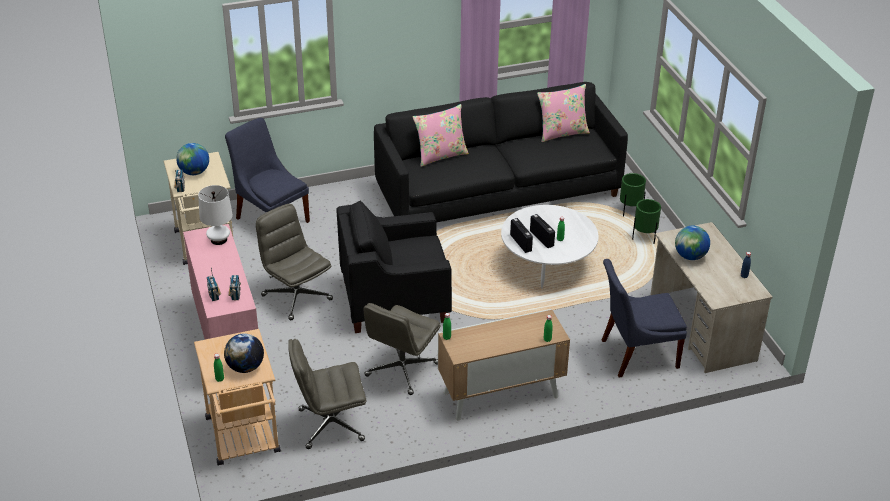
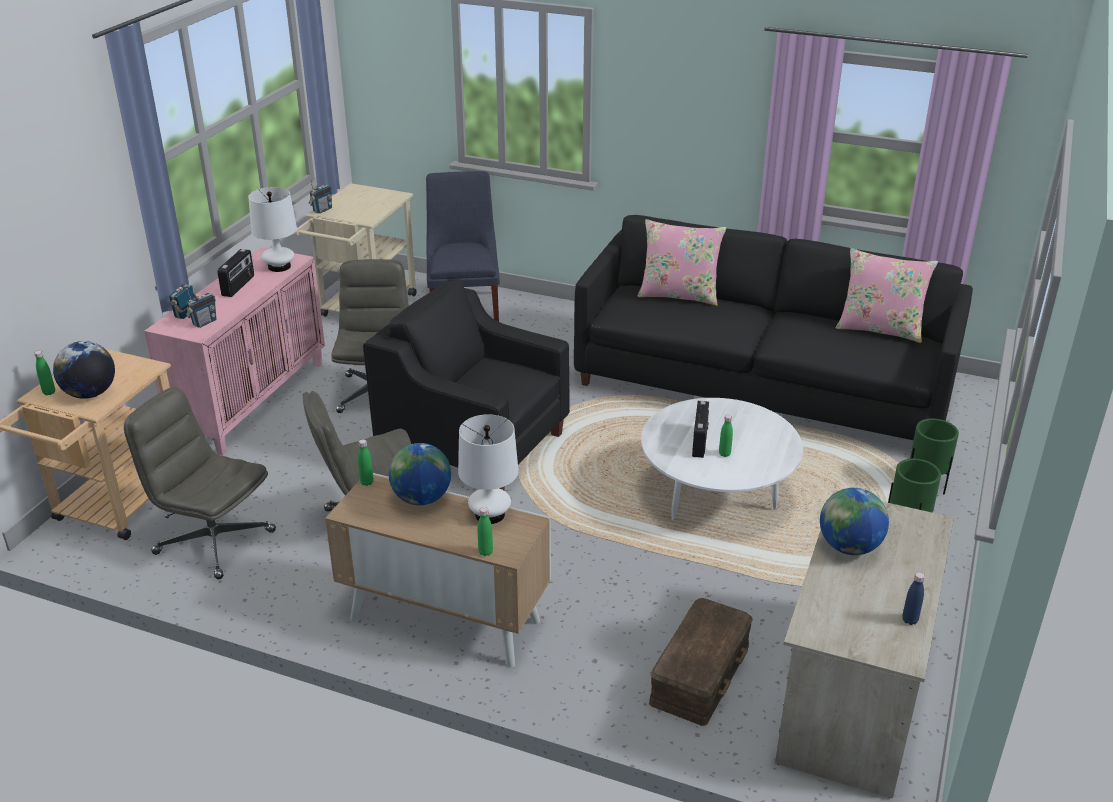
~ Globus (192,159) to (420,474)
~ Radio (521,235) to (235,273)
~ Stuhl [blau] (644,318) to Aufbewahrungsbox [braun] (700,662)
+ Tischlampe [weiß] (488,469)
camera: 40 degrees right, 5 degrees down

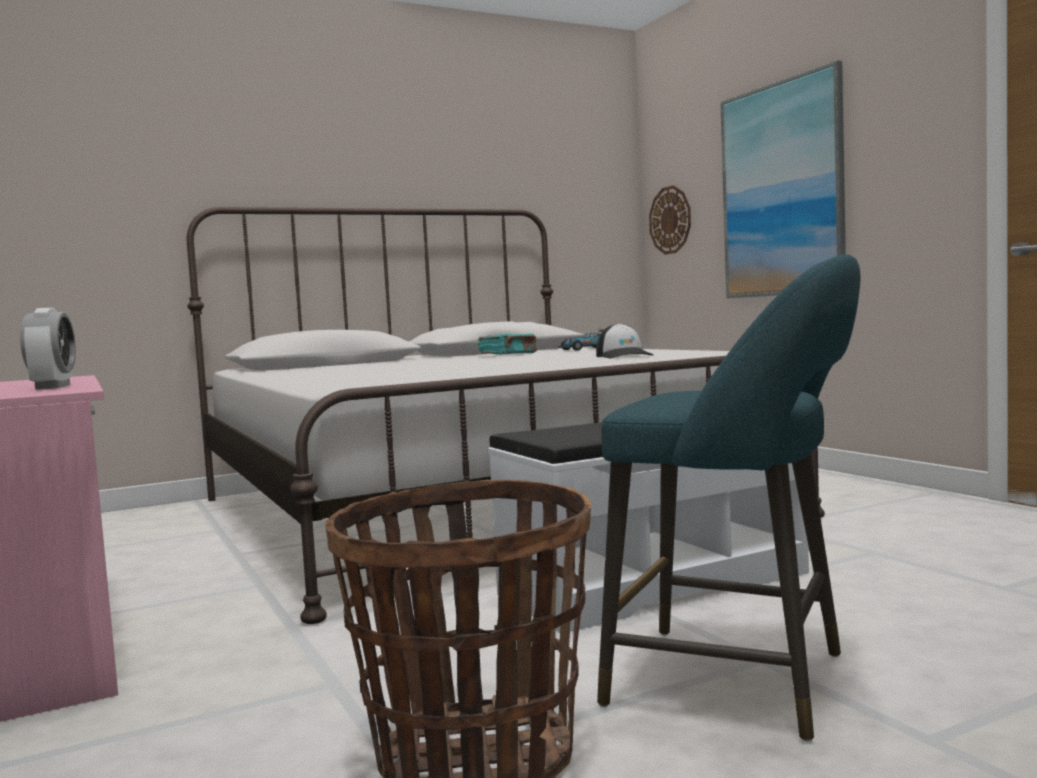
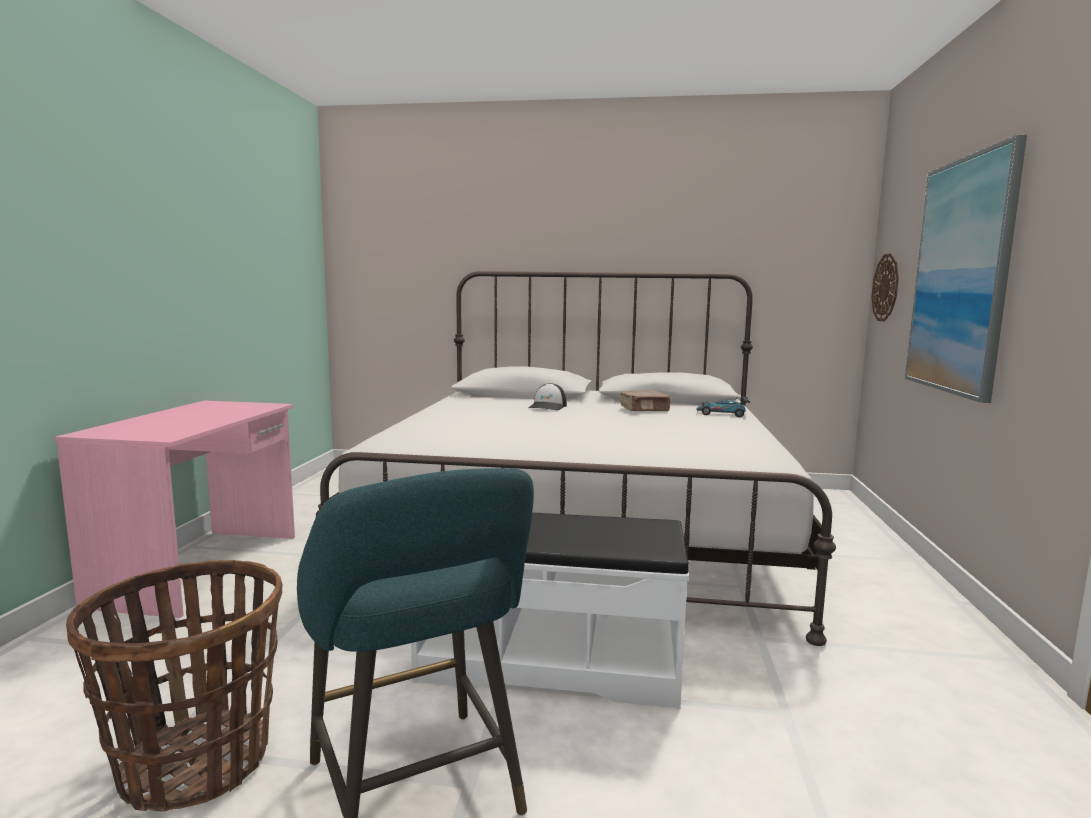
- Wecker (48,348)
~ Buch [türkis] (507,343) to Buch [braun] (645,400)
~ Kappe (624,340) to (547,397)
camera: 35 degrees right, 5 degrees up

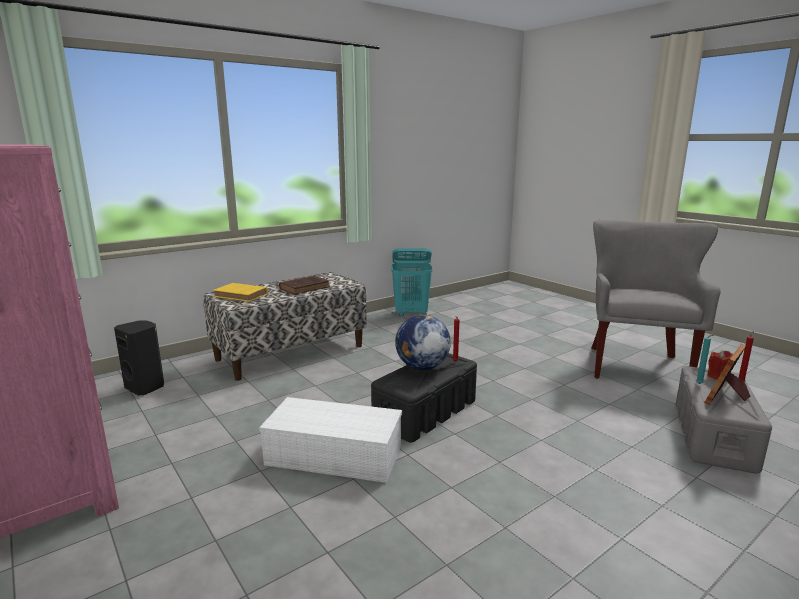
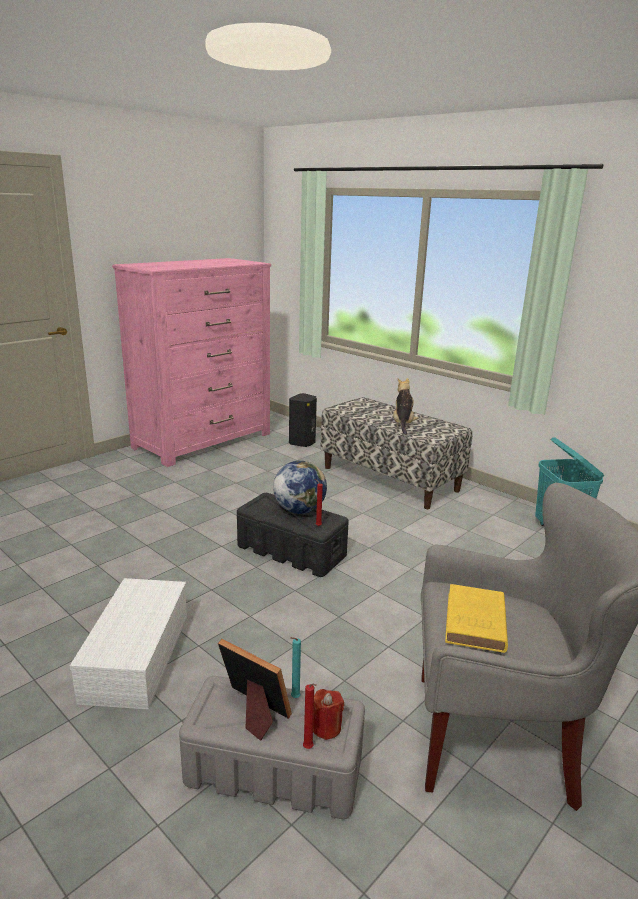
~ Buch [gelb] (240,292) to (476,618)
~ Aufbewahrungsbox [weiß] (330,440) to (128,644)
~ Buch [braun] (304,285) to Plüschtier (405,406)
camera: 80 degrees right, 5 degrees up

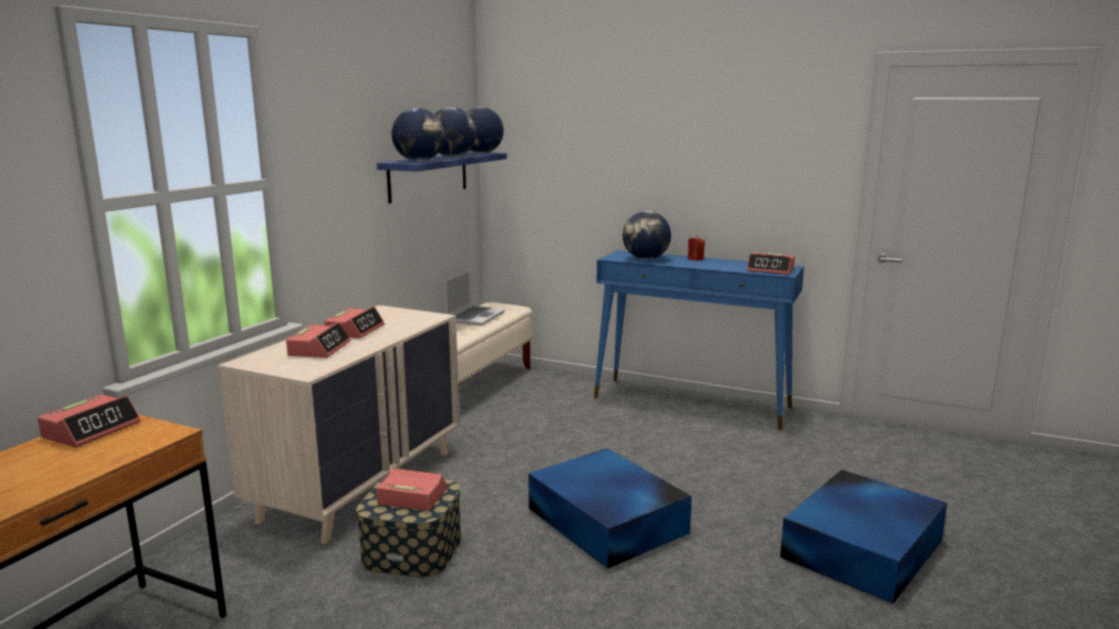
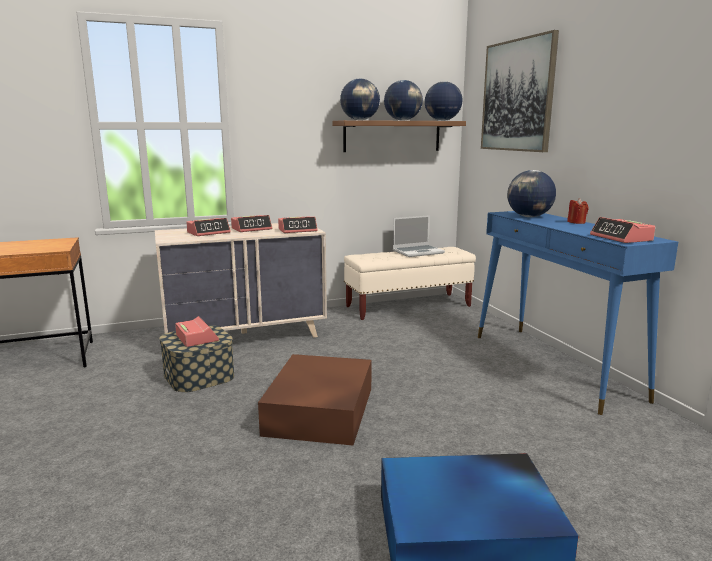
~ Wecker (89,420) to (298,224)
~ Wandregal [blau] (442,177) to Wandregal [braun] (399,136)
~ Aufbewahrungsbox [blau] (610,508) to Aufbewahrungsbox [braun] (315,399)
+ Bild (520,91)
camera: 45 degrees right, 0 degrees up

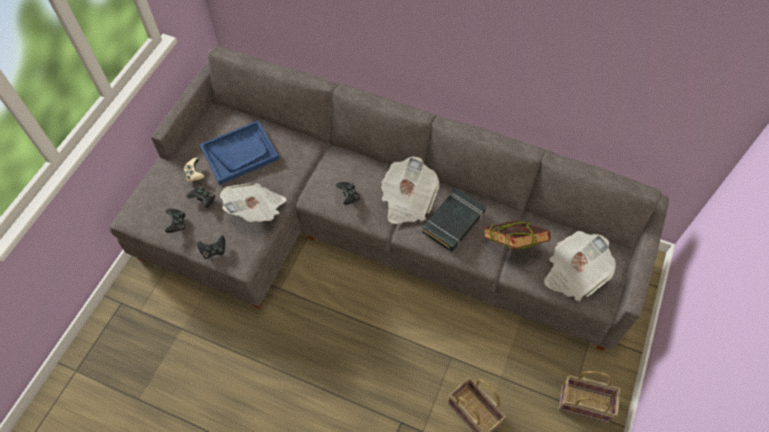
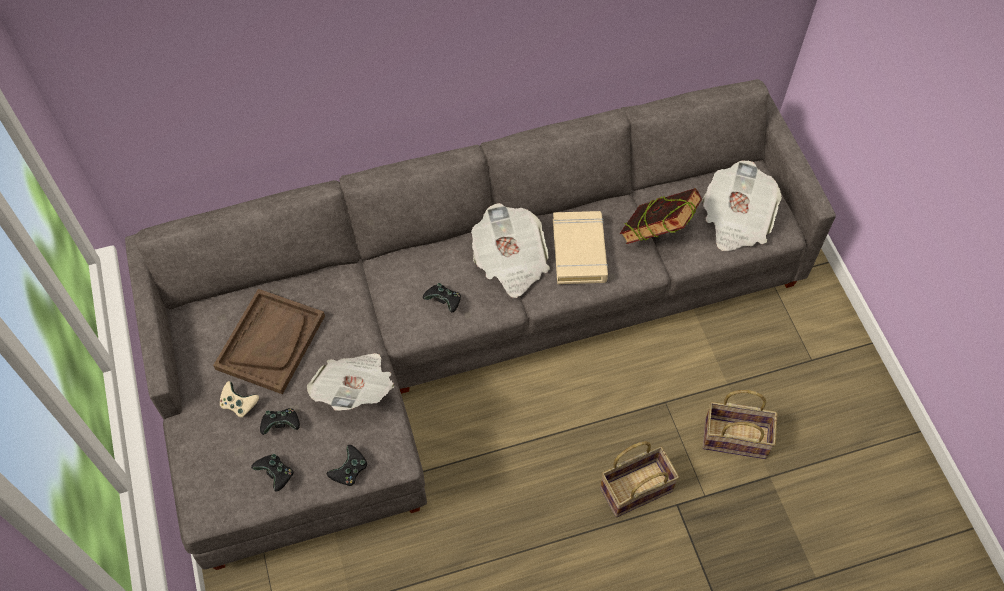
~ Tablett [blau] (239,152) to Tablett [braun] (269,341)
~ Buch [schwarz] (454,220) to Buch [beige] (580,247)
~ Korb (590,397) to (639,479)
camera: 40 degrees left, 0 degrees up

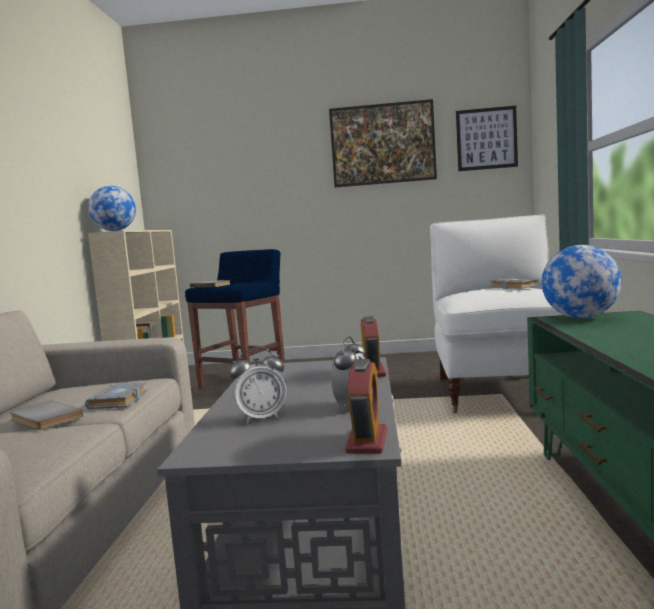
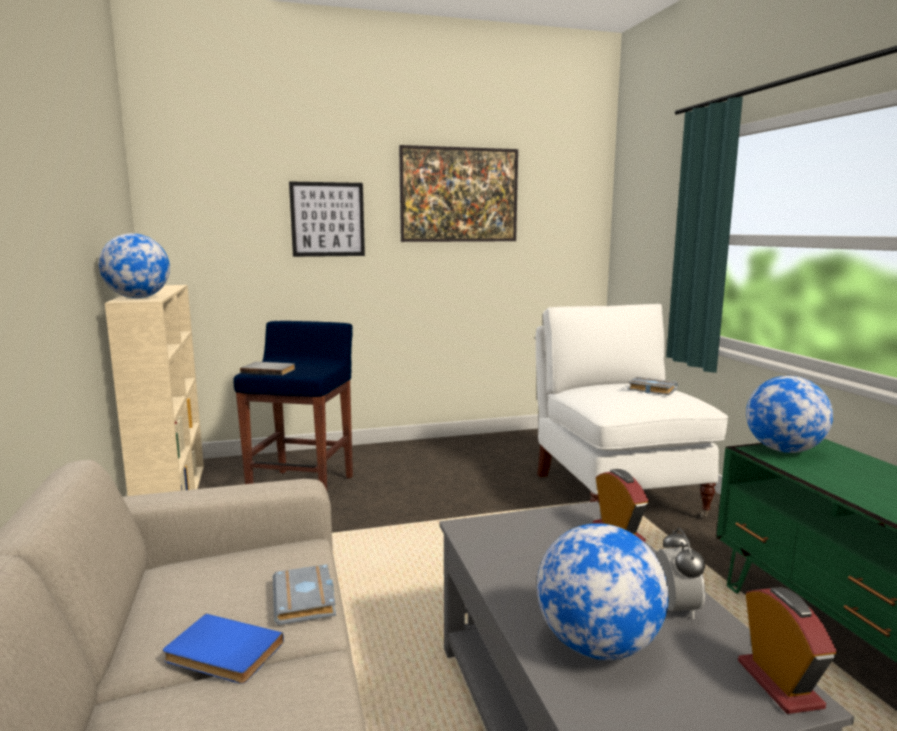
~ Buch [grau] (46,415) to Buch [blau] (223,649)
~ Wecker (258,385) to Globus (603,591)
~ Bild (487,138) to (327,219)
camera: 20 degrees left, 5 degrees up

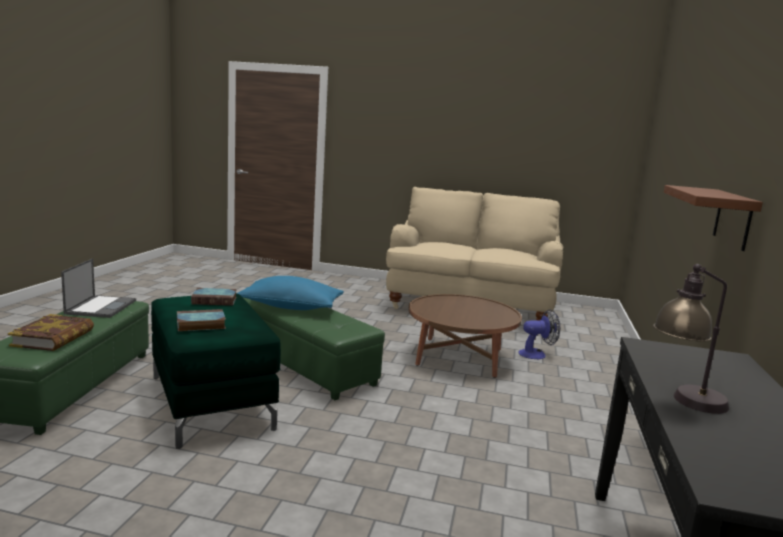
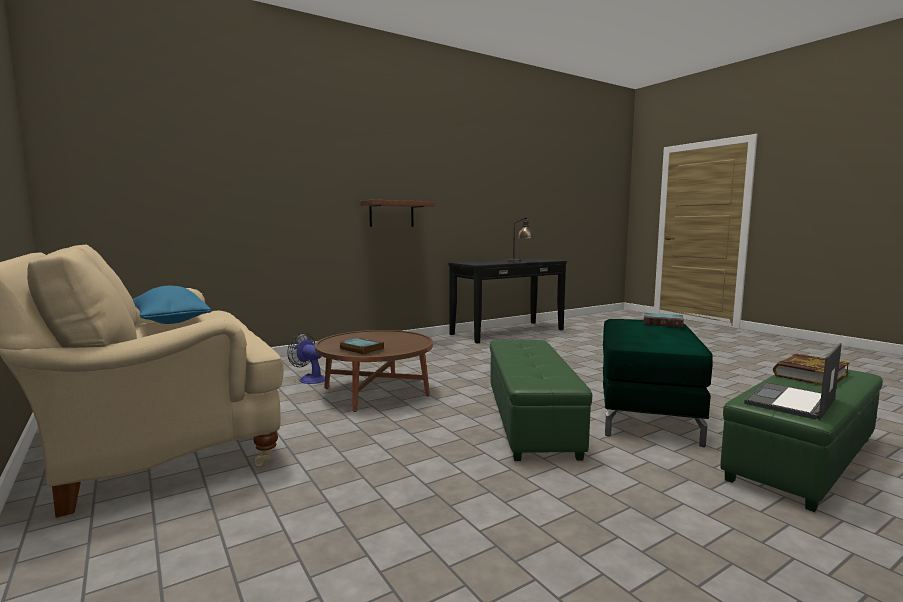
~ Buch (214,297) to (362,346)
~ Kissen [blau] (290,293) to (172,305)
camera: 135 degrees left, 5 degrees down

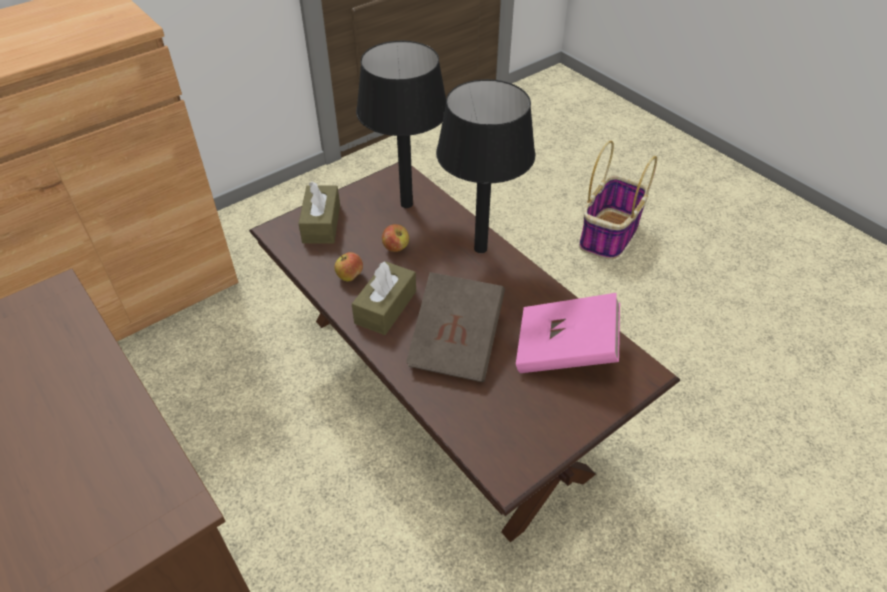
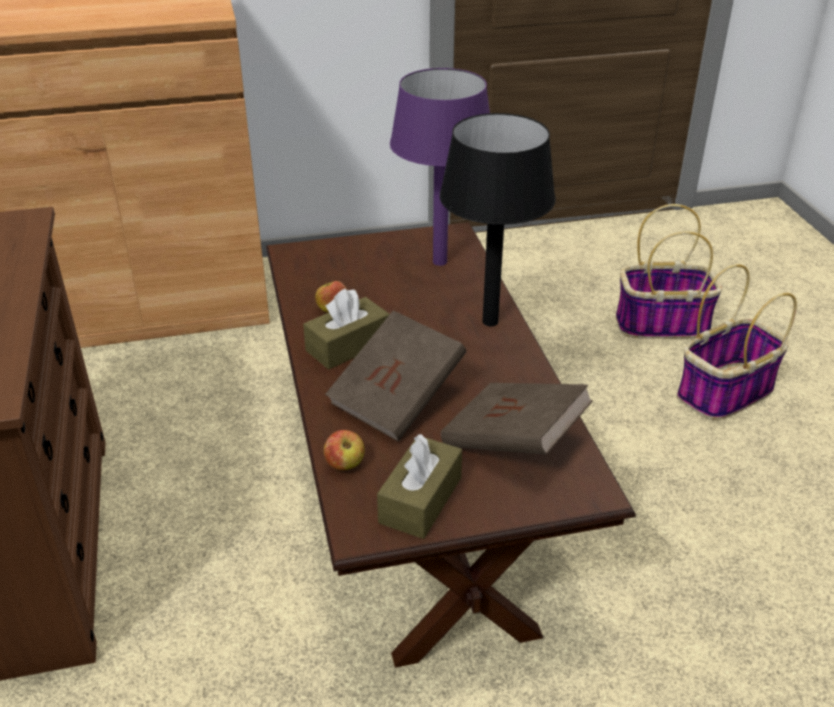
~ Taschentuchbox [braun] (319,212) to (419,486)
~ Tischlampe [schwarz] (401,124) to Tischlampe [lila] (440,167)
~ Apfel (395,238) to (344,450)
~ Buch [rosa] (568,333) to Buch [braun] (517,419)
+ Korb (669,271)
camera: 25 degrees right, 10 degrees down

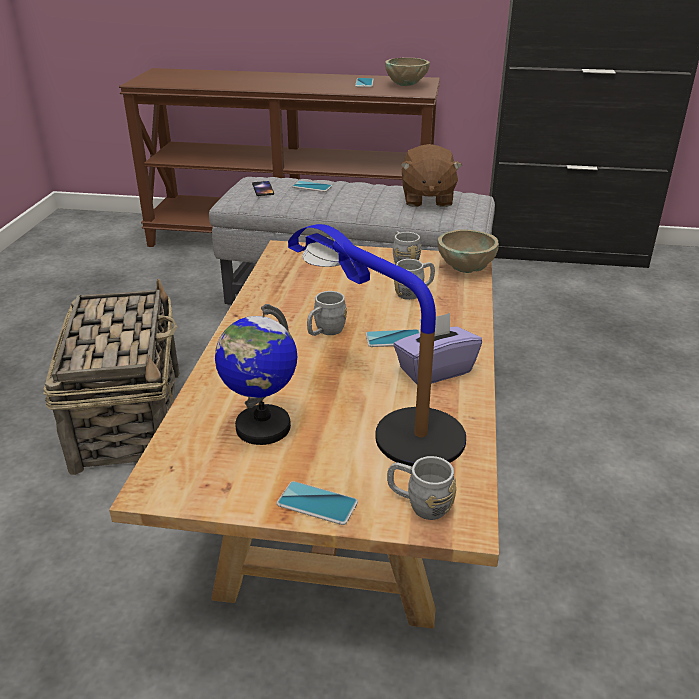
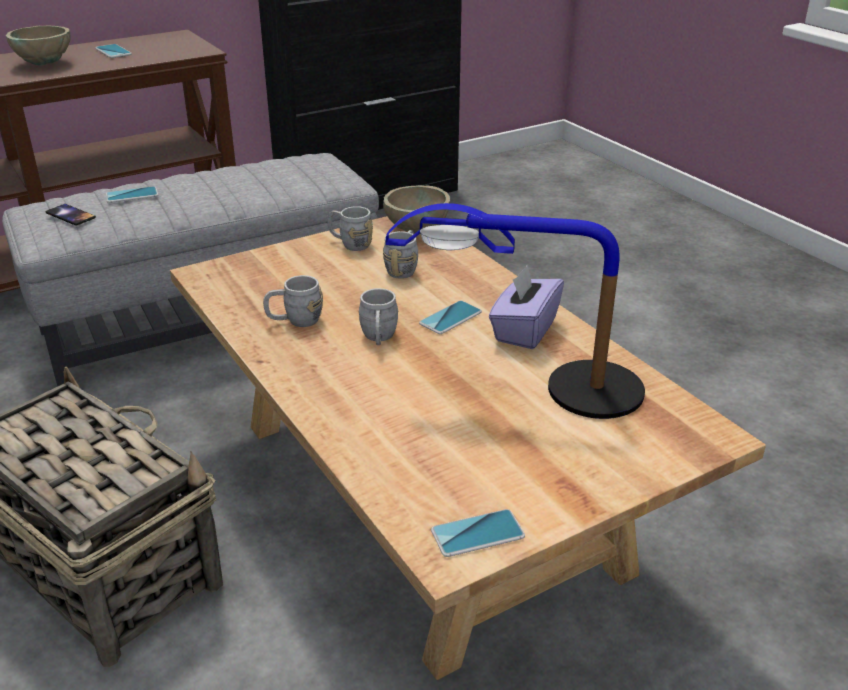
- Globus (256,374)
~ Handy (317,503) to (478,533)
~ Schüssel [beige] (407,72) to (38,45)
~ Henkelbecher [grau] (421,488) to (293,301)
- Plüschtier [braun] (432,175)
camera: 40 degrees left, 0 degrees up

